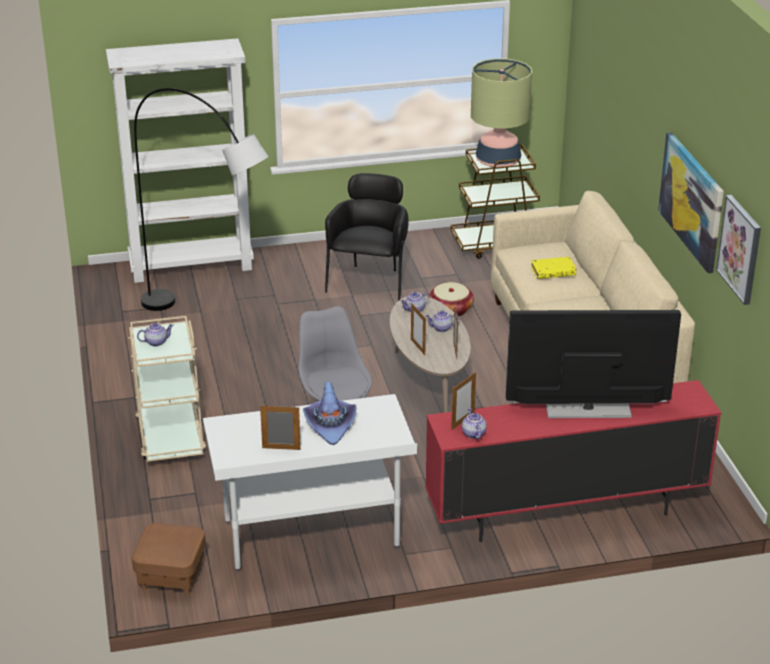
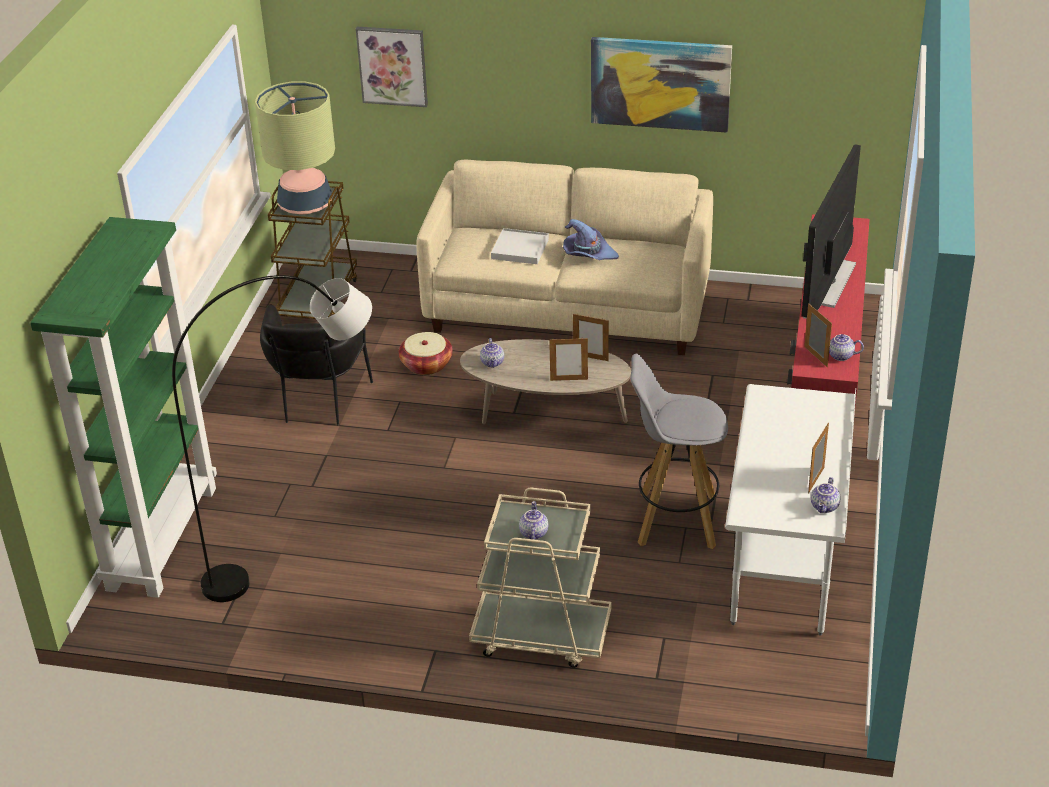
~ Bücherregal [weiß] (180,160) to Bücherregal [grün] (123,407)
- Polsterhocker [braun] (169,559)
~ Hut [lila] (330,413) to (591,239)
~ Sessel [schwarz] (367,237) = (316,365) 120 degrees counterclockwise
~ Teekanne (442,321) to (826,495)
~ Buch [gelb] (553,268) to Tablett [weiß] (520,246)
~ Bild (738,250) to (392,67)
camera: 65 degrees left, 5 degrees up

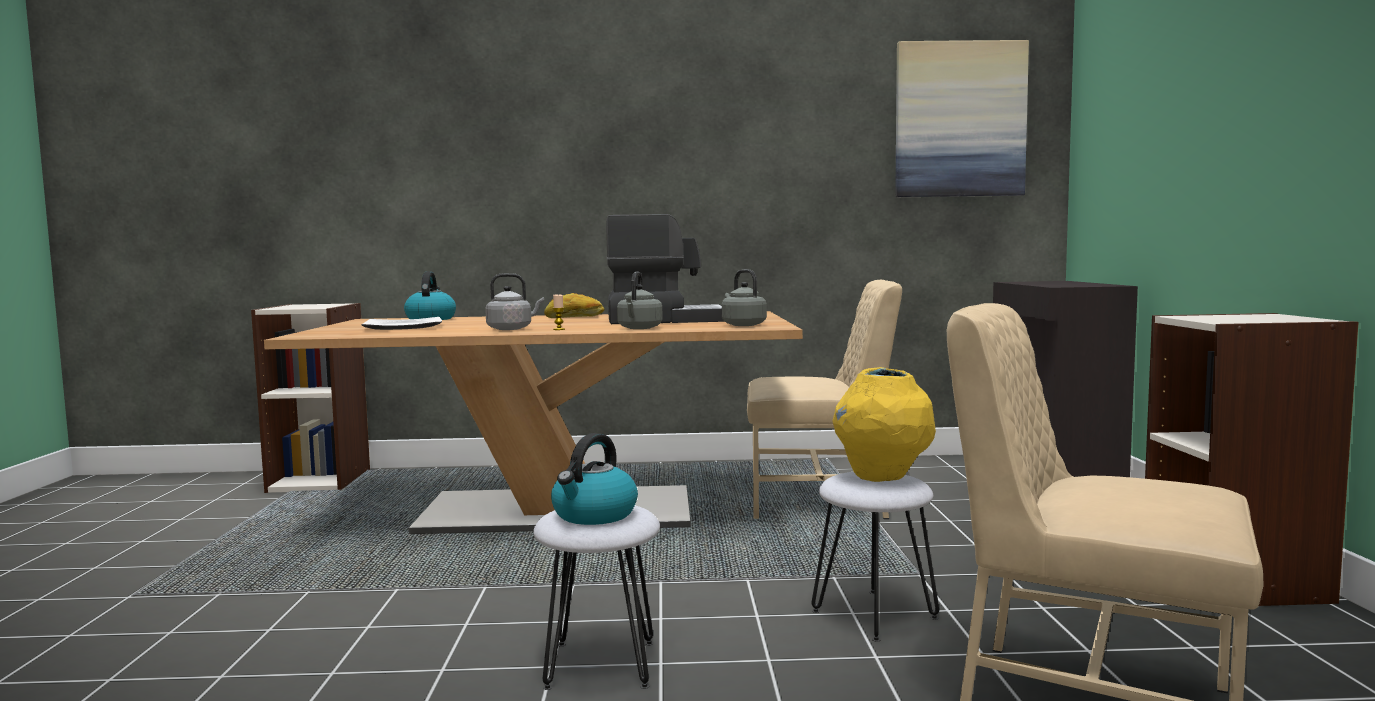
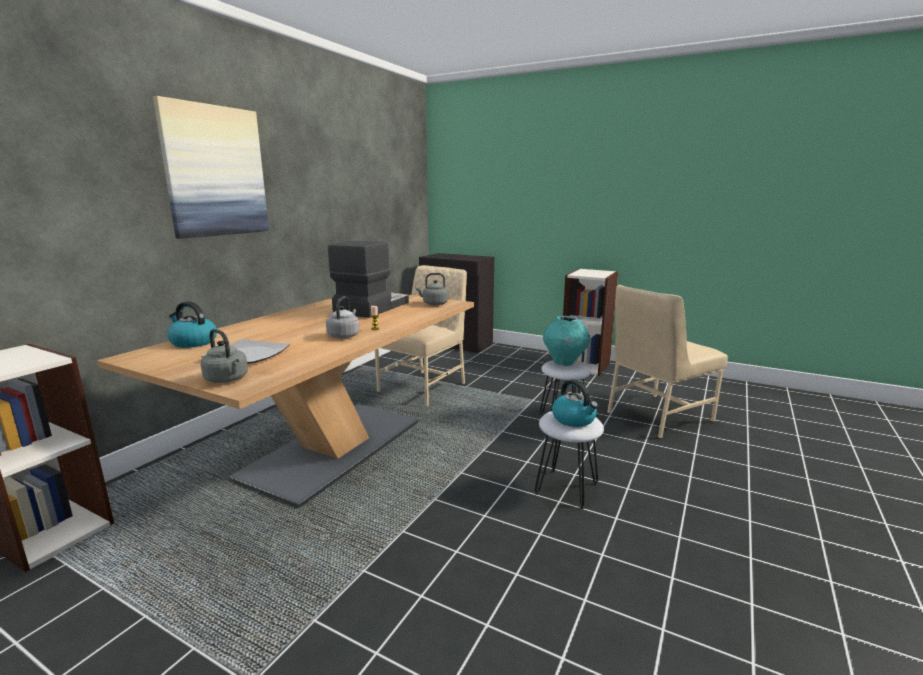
- Brot (574,305)
~ Wasserkessel [grau] (640,300) to (224,356)
~ Vase [gelb] (884,424) to Vase [türkis] (566,341)
~ Bild (962,118) to (211,167)
camera: 60 degrees left, 10 degrees up

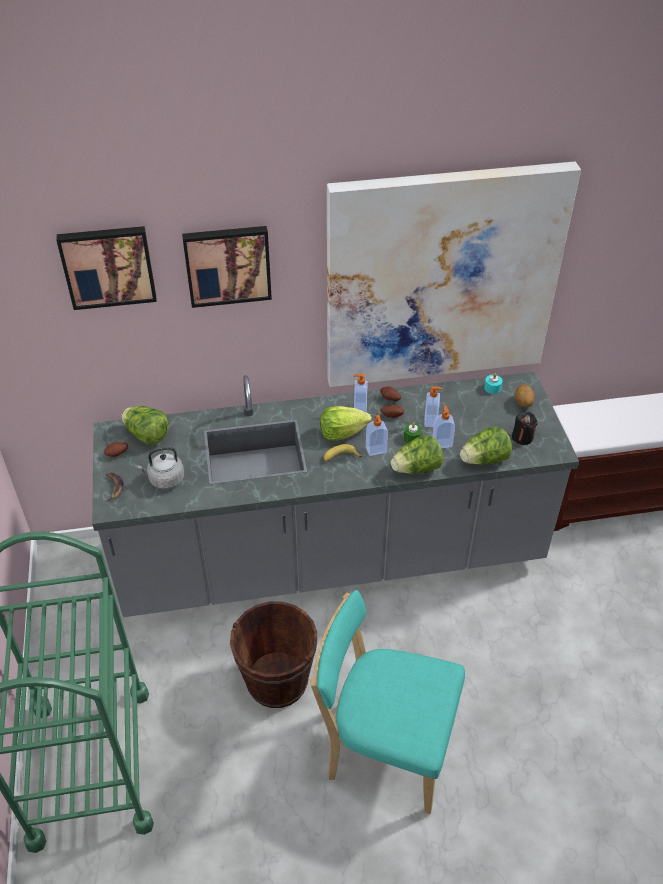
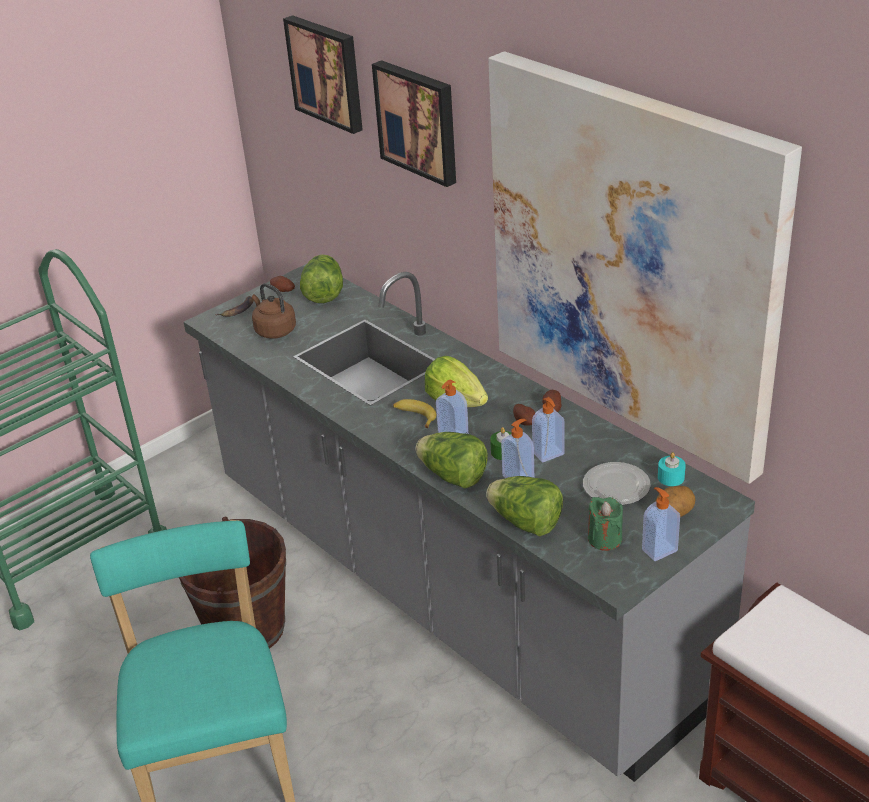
~ Wasserkessel [grau] (159,467) to Wasserkessel [braun] (274,311)
~ Seifenspender (361,393) to (661,524)
~ Kerze [schwarz] (525,428) to Kerze [grün] (605,524)
+ Teller (617,483)
camera: 60 degrees right, 10 degrees down

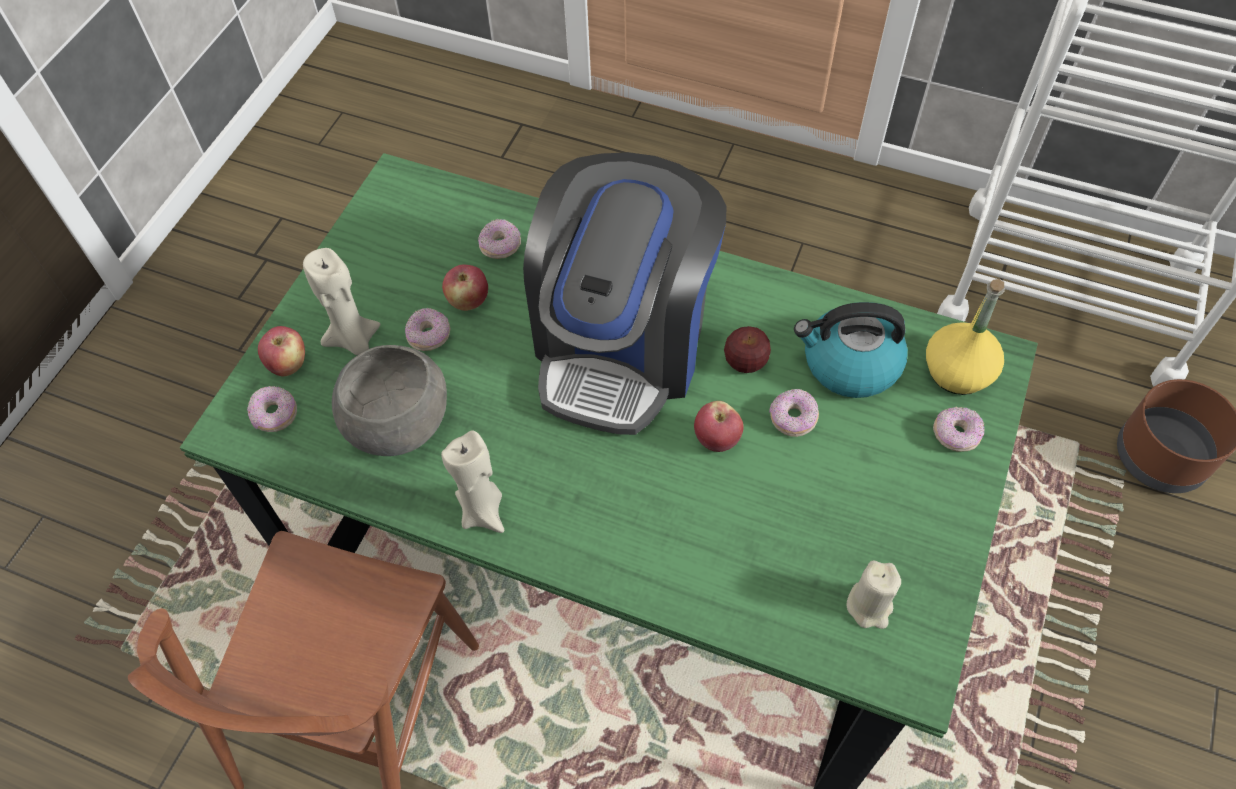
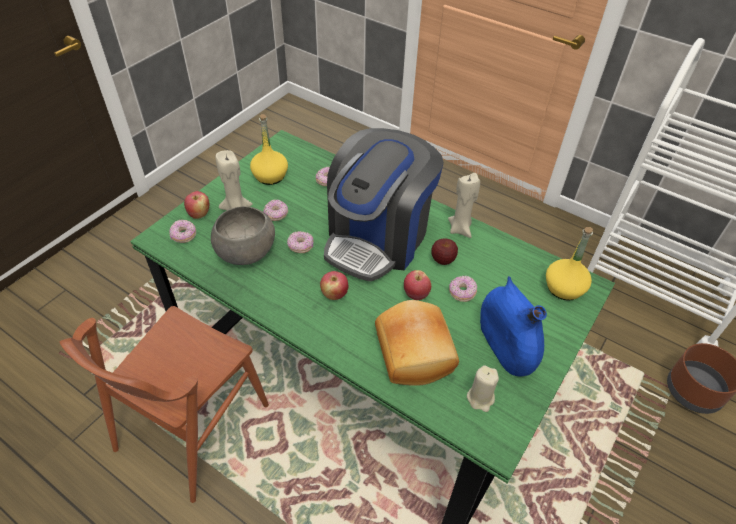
~ Kerze [beige] (472,481) to (464,205)
~ Apfel (465,288) to (334,285)
- Wasserkessel (851,350)
~ Donut (958,429) to (300,242)
+ Flasche [gelb] (269,149)
+ Brot (417,343)
+ Vase [blau] (513,326)
camera: 10 degrees right, 10 degrees down

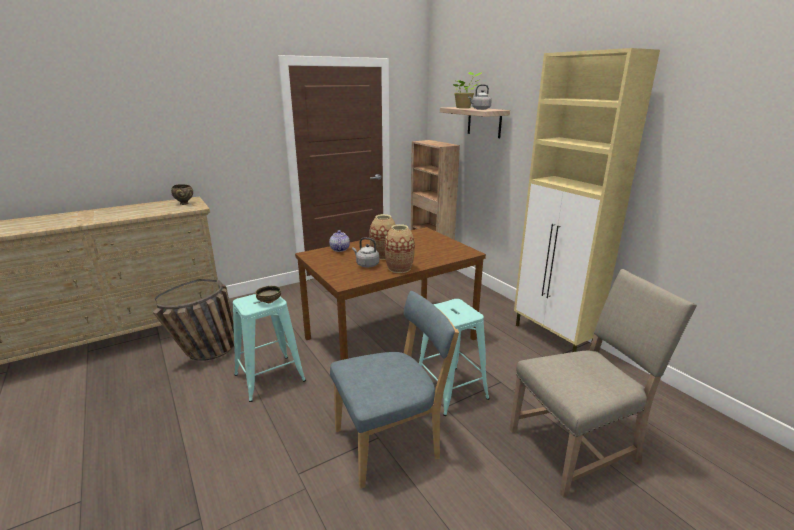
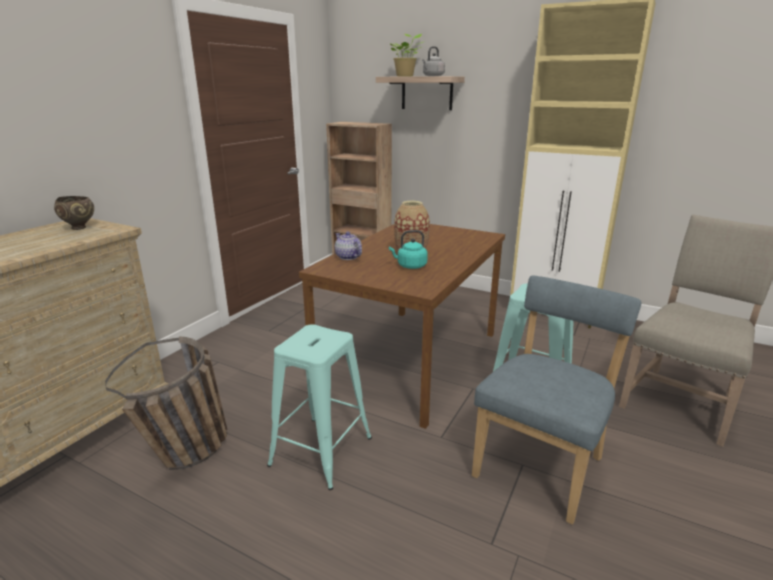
- Schüssel (268,294)
~ Wasserkessel [grau] (365,252) to Wasserkessel [türkis] (408,249)
- Vase (400,248)
camera: 30 degrees left, 0 degrees up

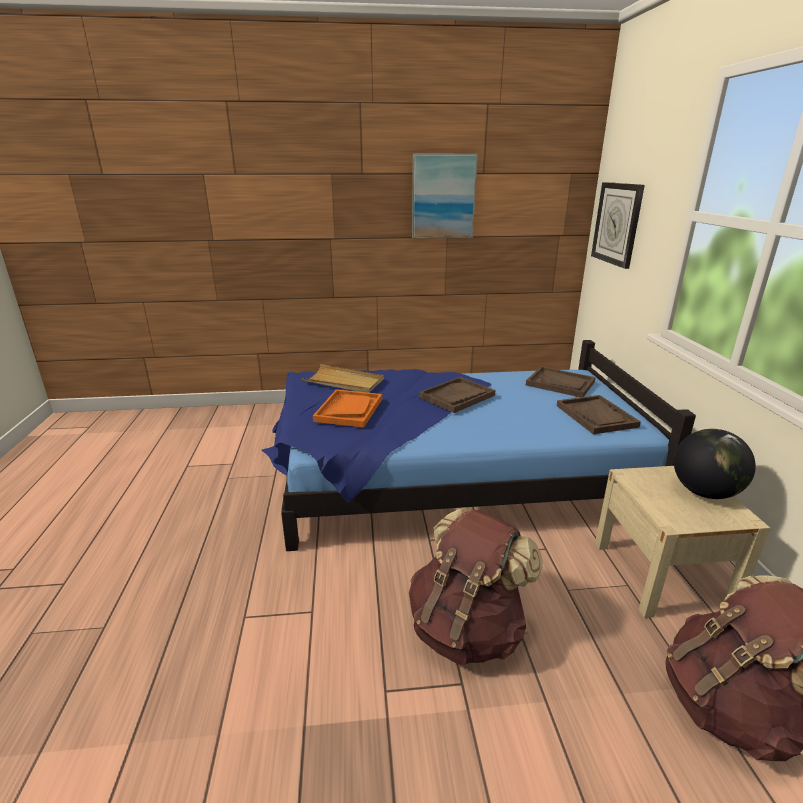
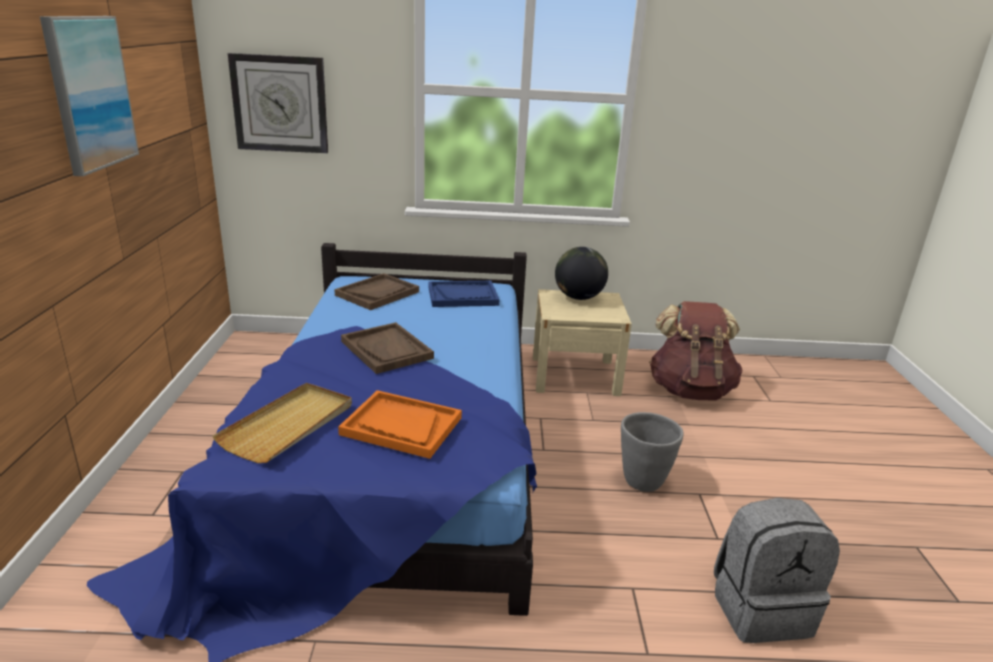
~ Rucksack [braun] (476,586) to Pflanzkübel [grau] (652,452)
~ Tablett [braun] (599,414) to Tablett [blau] (463,294)
+ Rucksack [grau] (777,570)
camera: 85 degrees left, 0 degrees up

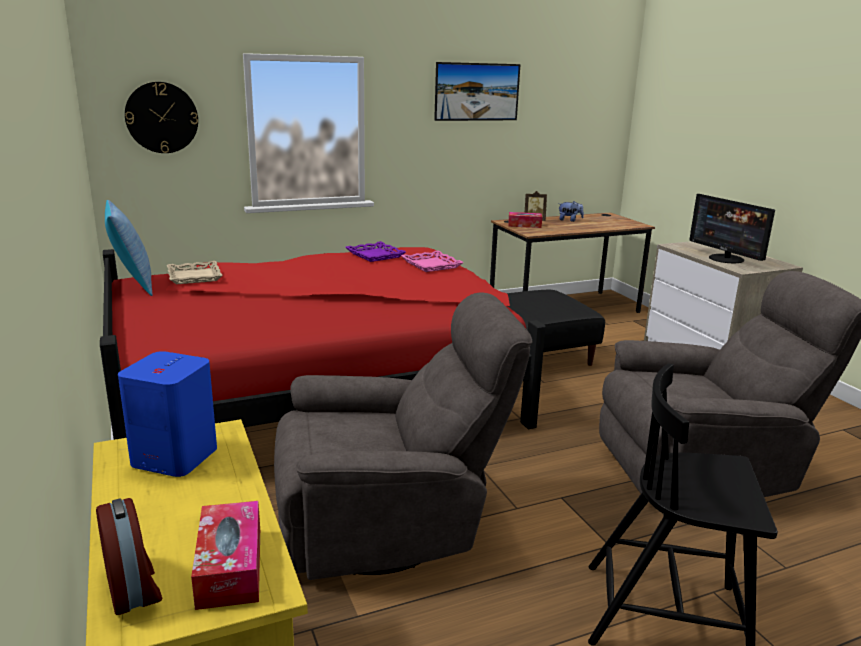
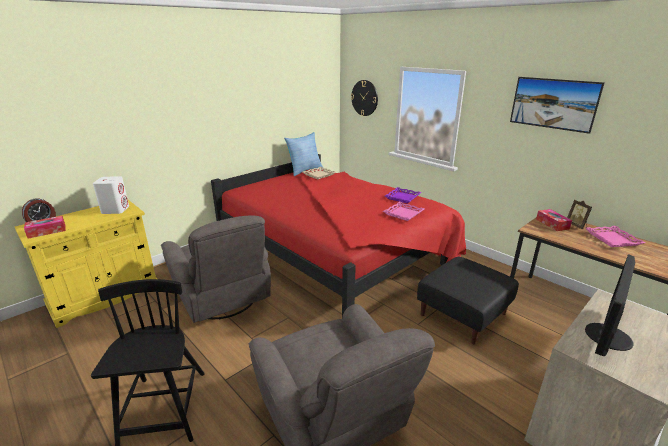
~ Lautsprecher [blau] (167,414) to Lautsprecher [weiß] (111,195)
~ Plüschtier (571,211) to Tablett [rosa] (615,236)
camera: 70 degrees right, 5 degrees up

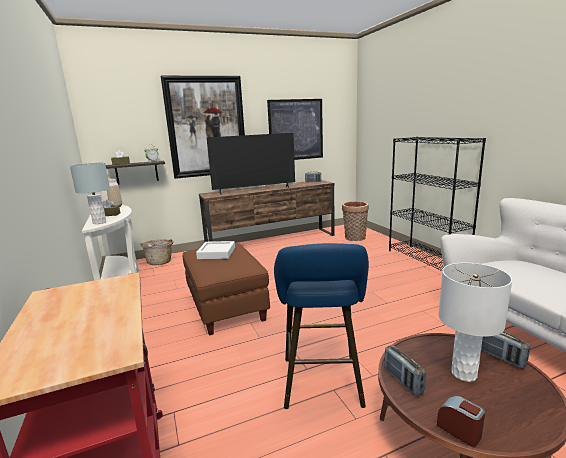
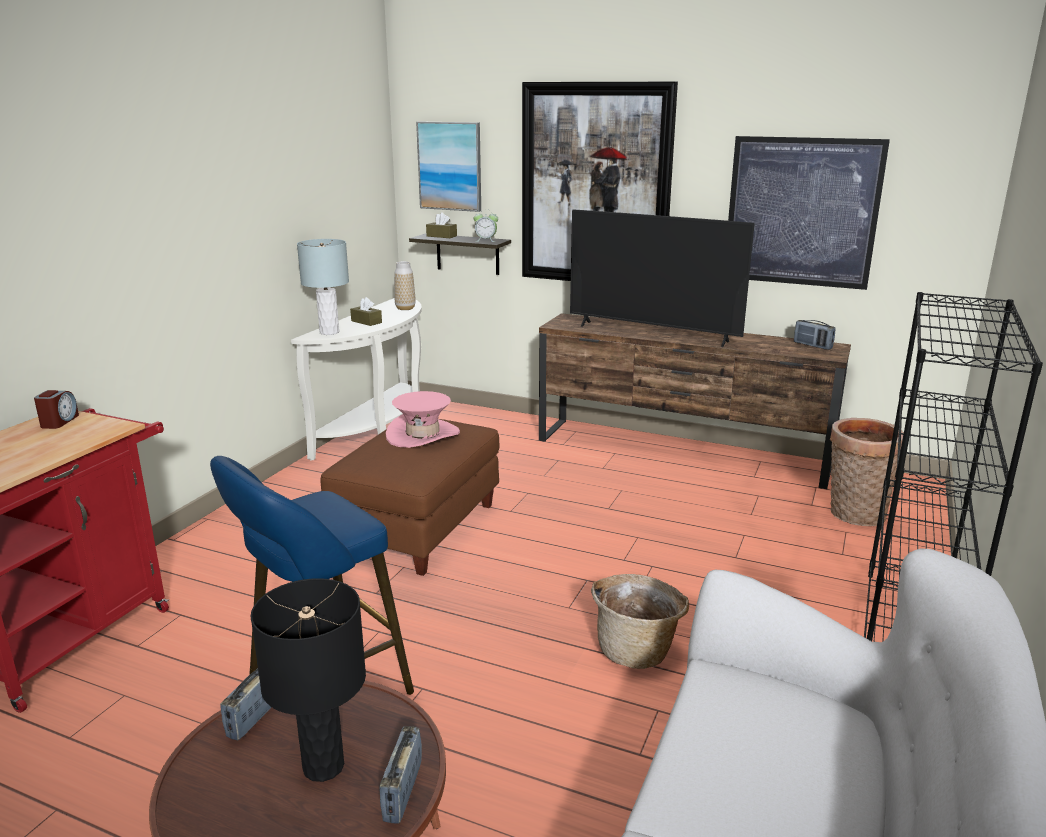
~ Korb (156,252) to (640,621)
~ Tablett [weiß] (215,250) to Hut [rosa] (423,419)
~ Wecker (461,421) to (56,409)
~ Tischlampe [weiß] (475,322) to Tischlampe [schwarz] (308,680)
+ Bild (448,166)
camera: 45 degrees right, 5 degrees up

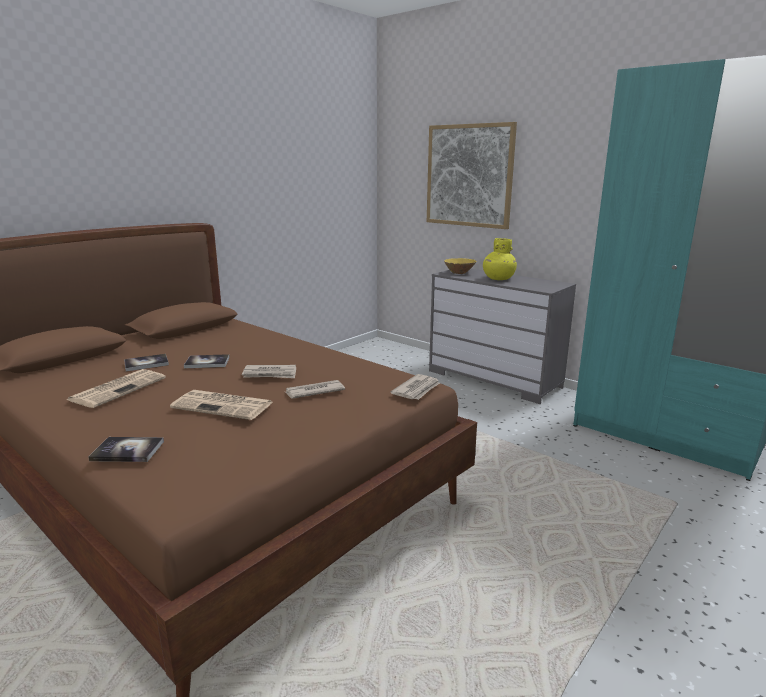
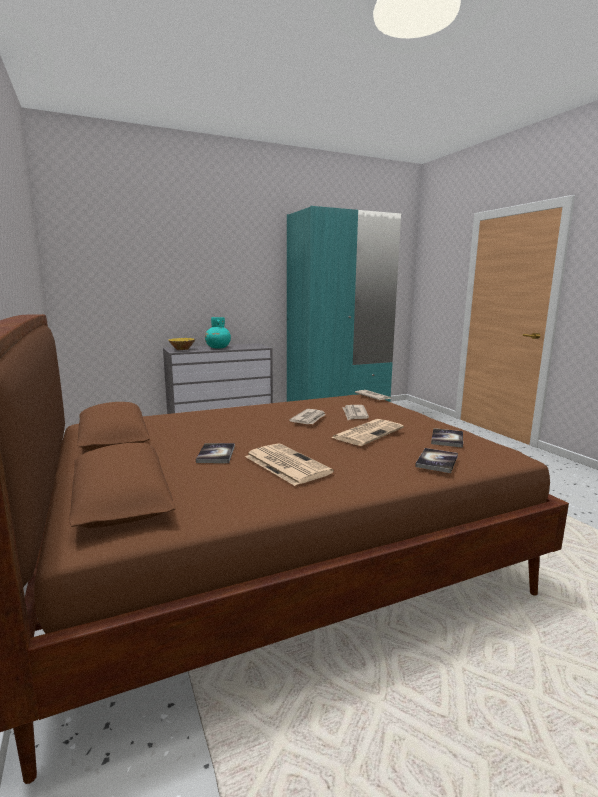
~ Buch (207,361) to (447,438)
- Bild (472,175)
~ Vase [gelb] (500,259) to Vase [türkis] (218,332)
camera: 65 degrees left, 5 degrees down

